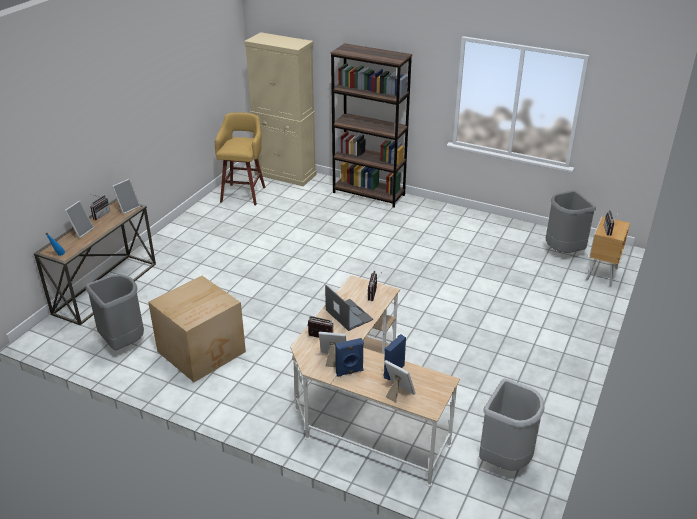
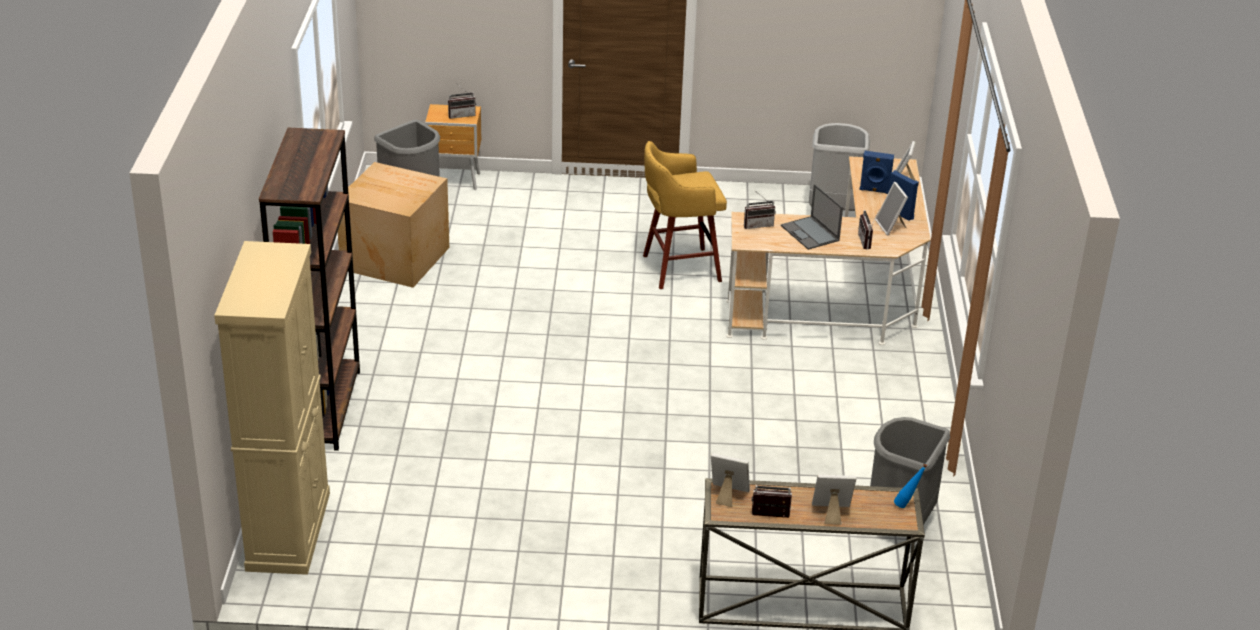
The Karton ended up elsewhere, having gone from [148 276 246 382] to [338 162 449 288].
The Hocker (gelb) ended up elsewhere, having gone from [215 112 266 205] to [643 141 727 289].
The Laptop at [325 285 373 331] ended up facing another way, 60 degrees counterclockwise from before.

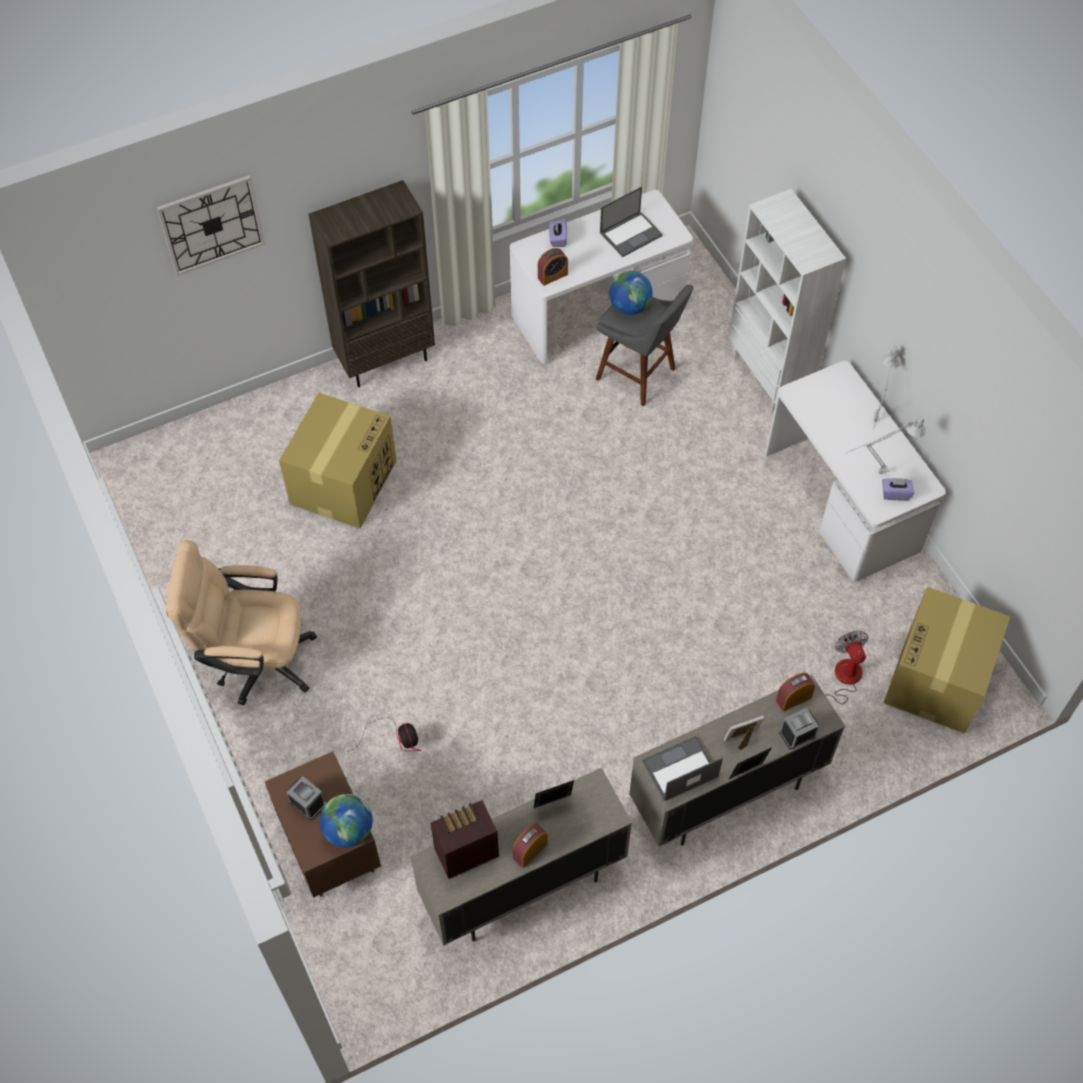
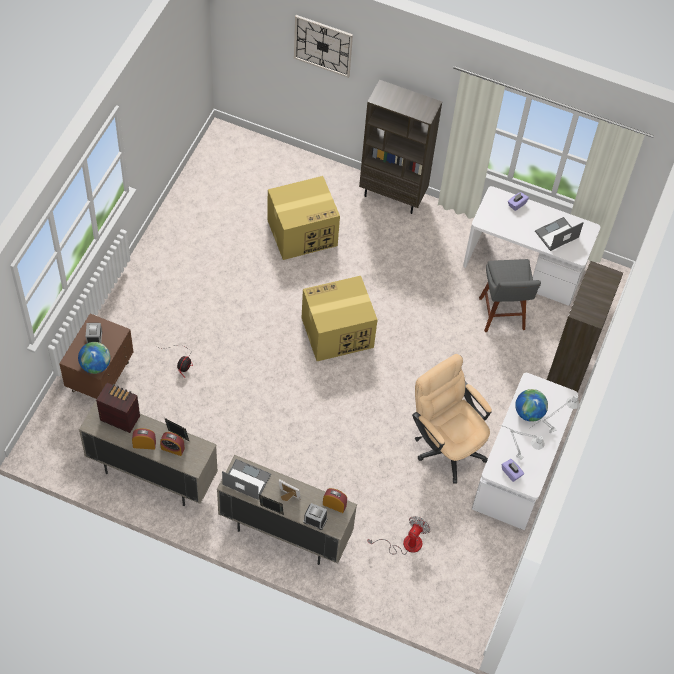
The Wecker ended up elsewhere, having gone from [538 248 568 286] to [160 432 185 456].
The Karton ended up elsewhere, having gone from [884 587 1010 734] to [302 276 378 361].
The Bürostuhl (beige) ended up elsewhere, having gone from [166 540 317 706] to [412 354 492 484].
The Globus ended up elsewhere, having gone from [609 270 653 315] to [515 389 548 422].
The Laptop at [600 187 663 257] ended up facing another way, 135 degrees clockwise from before.
What was the Bücherregal (weiß) at [728 189 846 412] turned into the Bücherregal (braun) at [547 261 623 392].

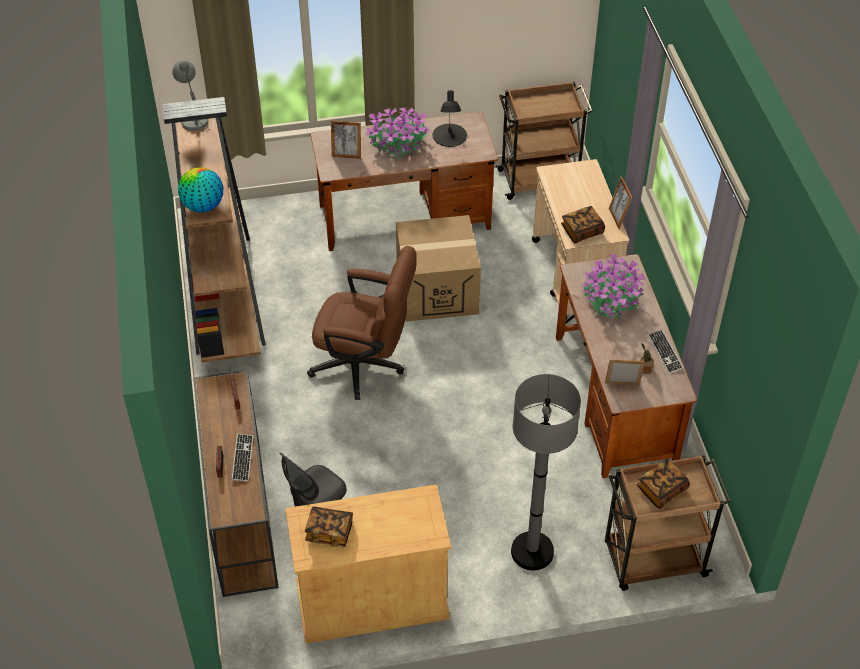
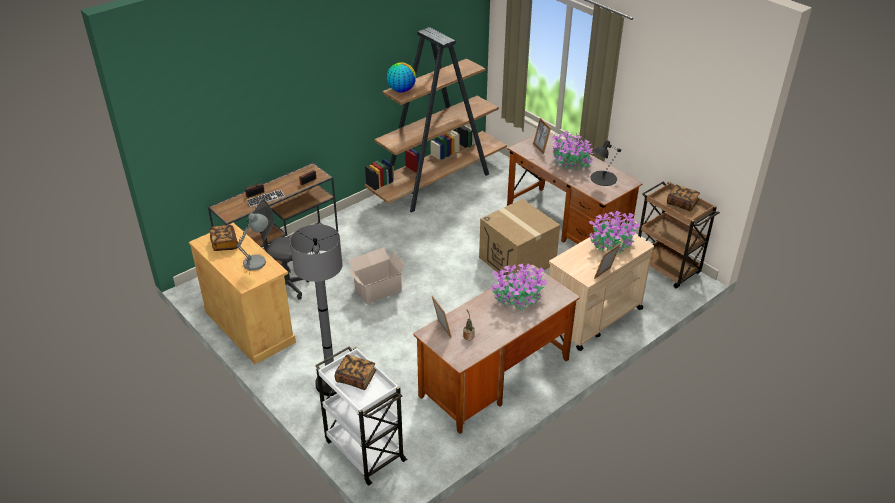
The Tischlampe (grau) ended up elsewhere, having gone from [172 60 212 132] to [236 213 268 276].
What was the Rollwagen (braun) at [605 455 731 591] turned into the Rollwagen (weiß) at [315 346 407 486].
The second view gained the Karton at [347 248 404 304].
The second view gained the Topfpflanze at [589 210 640 254].
The Buch ended up elsewhere, having gone from [561 206 605 244] to [667 185 700 211].
The second view lost the Bürostuhl (braun) at [307 246 417 400].
The second view lost the Tastatur at [648 330 683 374].

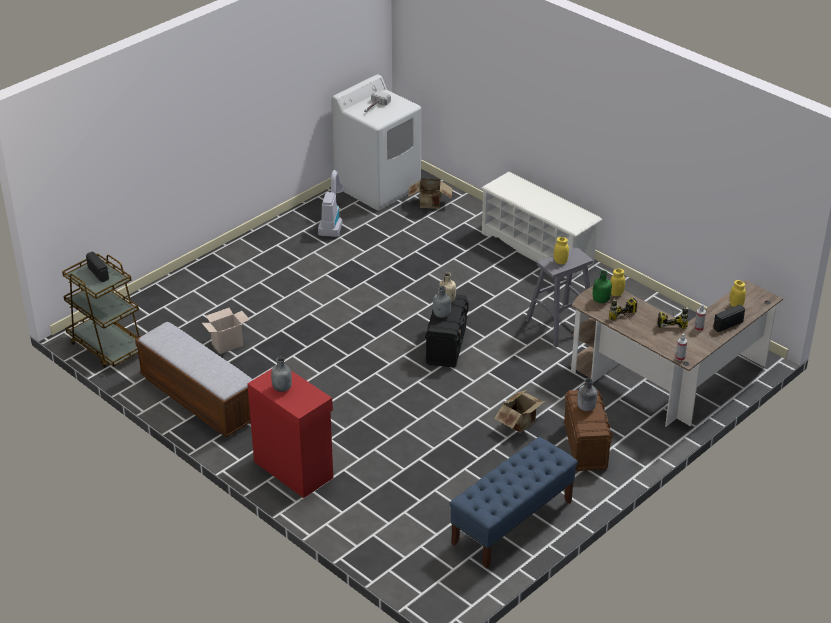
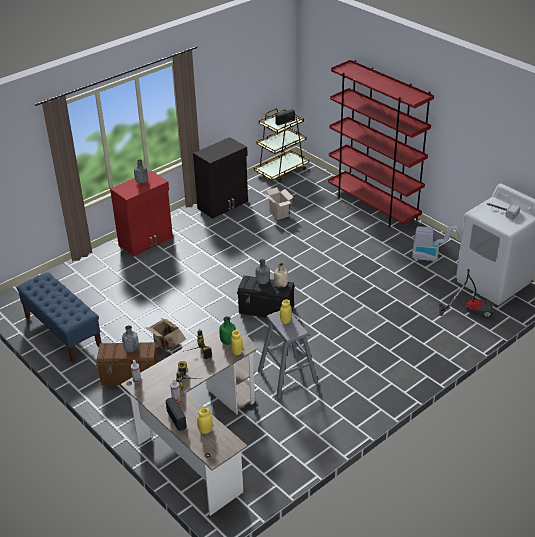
Where the Bank stood at [135 322 253 437], the Schrank (schwarz) came to stand at [193 137 248 219].
The second view gained the Bücherregal (rot) at [328 60 434 227].
Where the Karton stood at [408 178 452 209], the Staubsauger came to stand at [439 269 493 318].
The second view lost the Schuhregal (weiß) at [481 172 602 278].

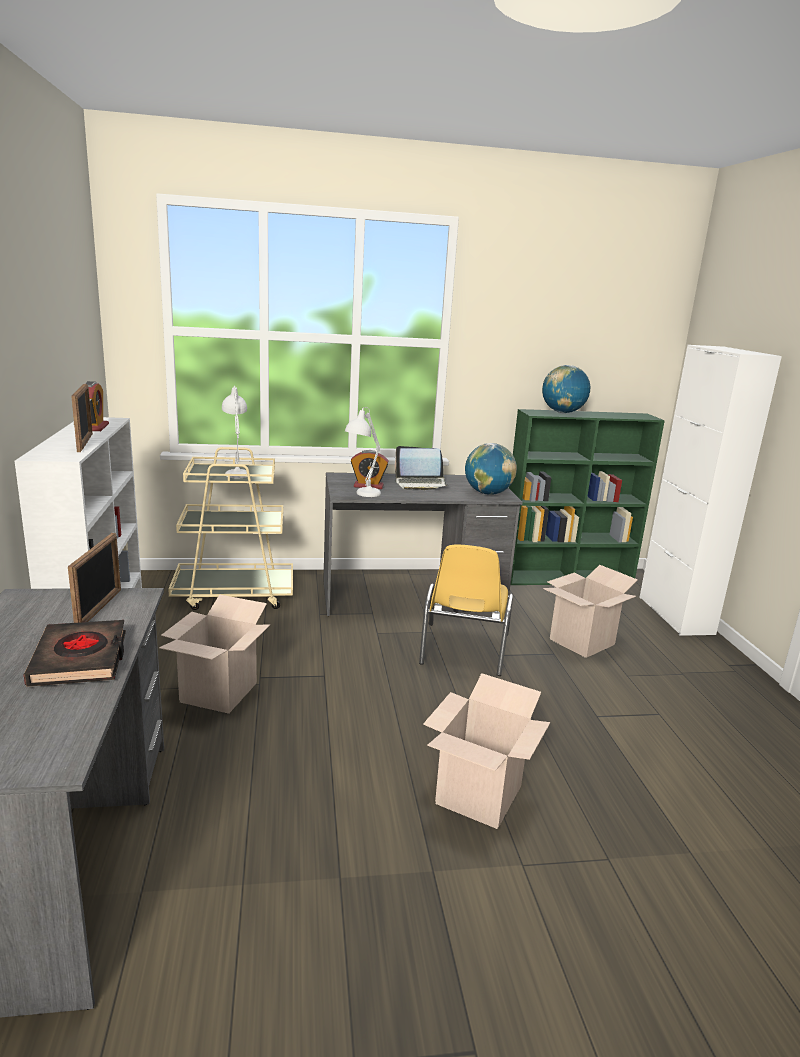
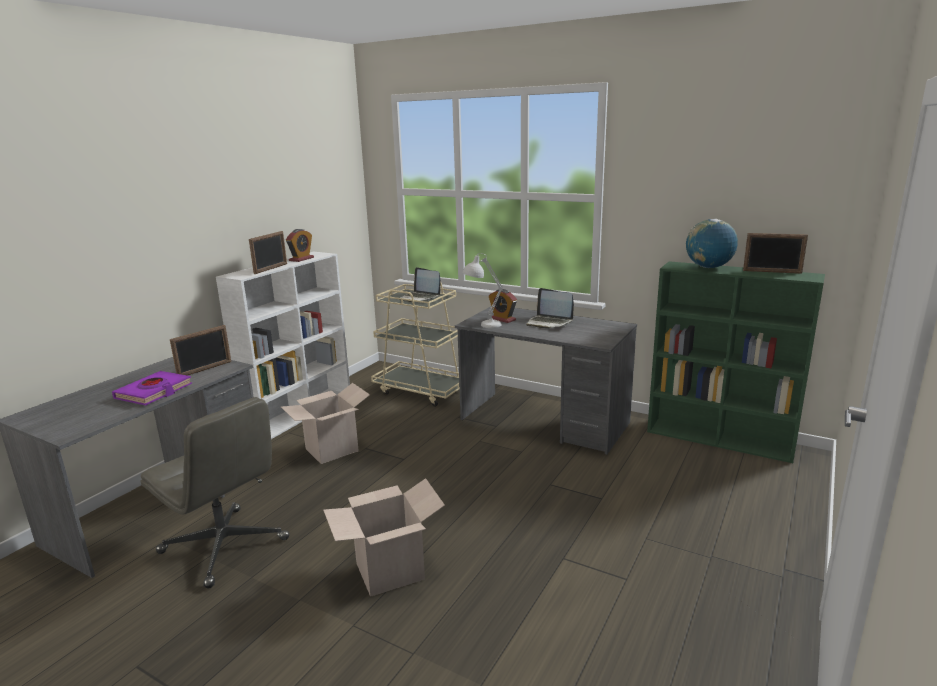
What was the Buch (schwarz) at [24 620 126 687] turned into the Buch (lila) at [112 371 192 405].
The second view gained the Bürostuhl (grau) at [141 397 289 588].
Where the Tischlampe (weiß) stood at [222 385 247 478], the Laptop came to stand at [400 267 441 302].
The second view gained the Bilderrahmen at [743 233 808 274].
The second view lost the Stuhl (gelb) at [419 544 513 676].
The second view lost the Globus at [465 443 517 495].
The second view lost the Karton at [543 565 638 658].
The second view lost the Schrank (weiß) at [639 345 782 636].

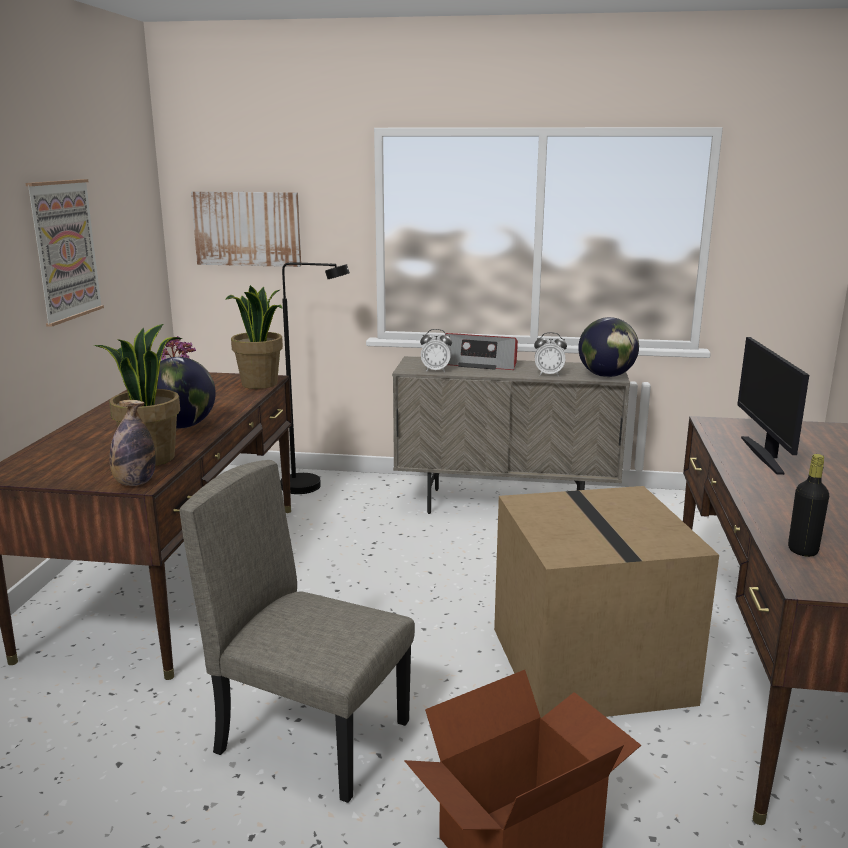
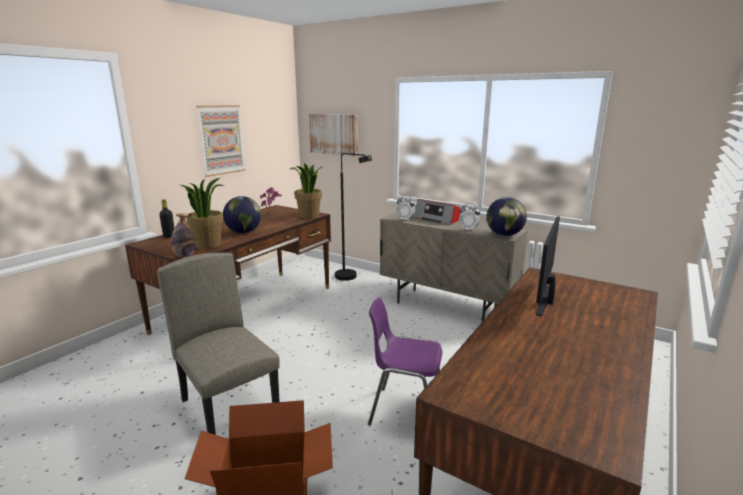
The Flasche (schwarz) ended up elsewhere, having gone from [788 454 829 557] to [159 199 174 238].
Where the Karton stood at [494 486 719 718], the Stuhl (lila) came to stand at [368 297 442 426].

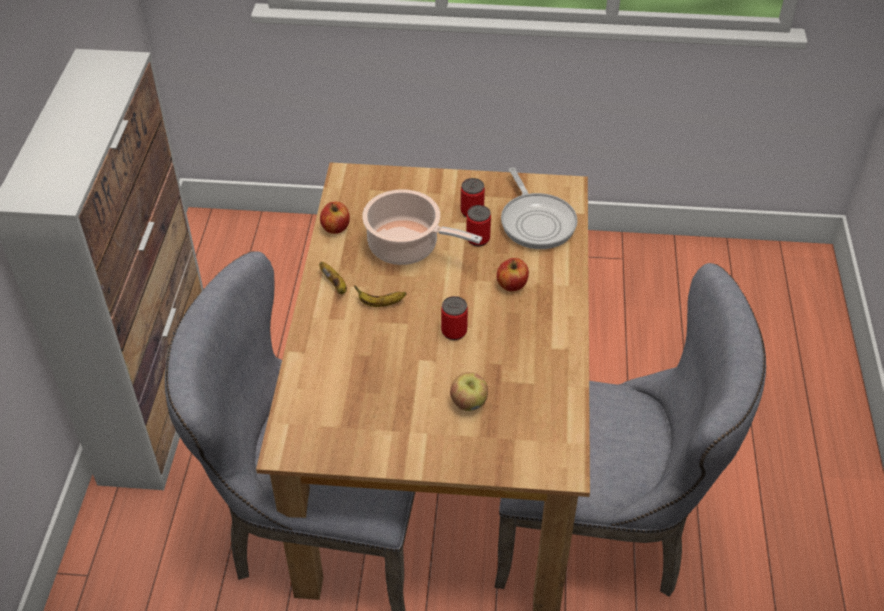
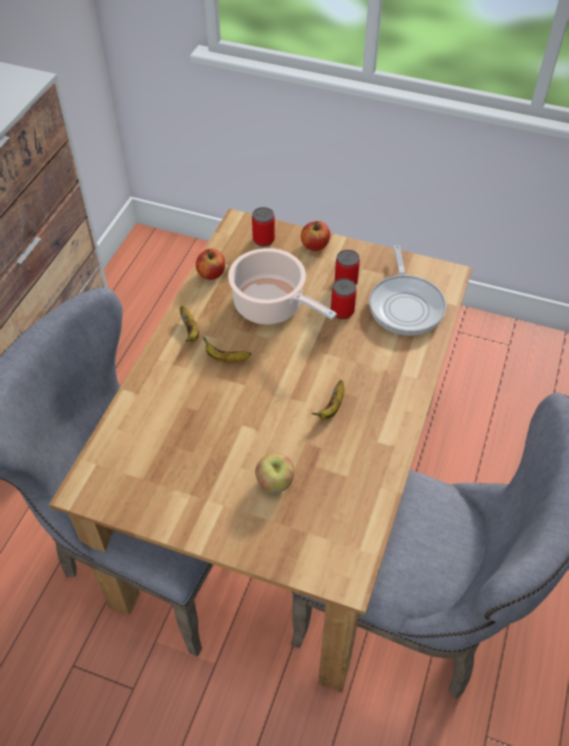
The Dose ended up elsewhere, having gone from [441 296 468 340] to [252 207 275 246].
The Apfel ended up elsewhere, having gone from [497 258 529 291] to [301 221 330 251].
The second view gained the Banane at [312 380 344 420].

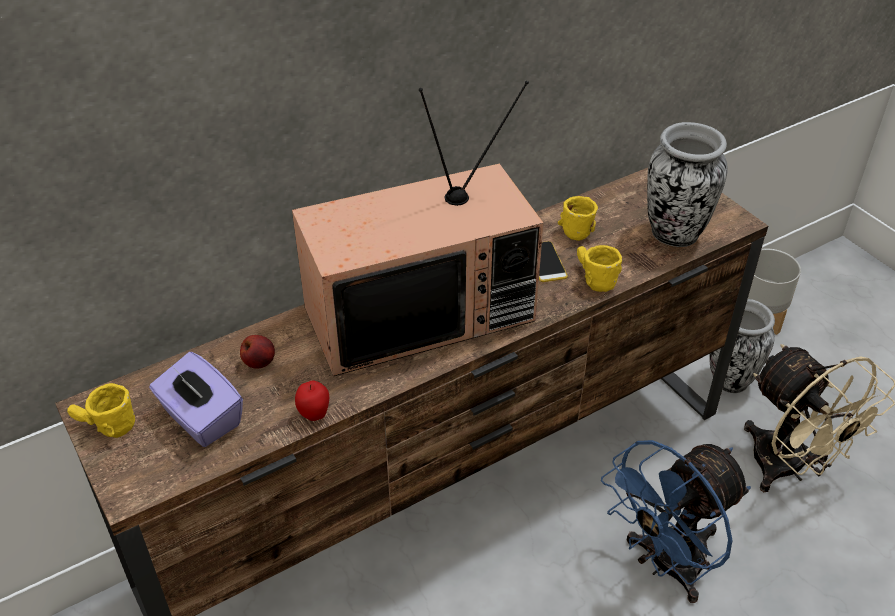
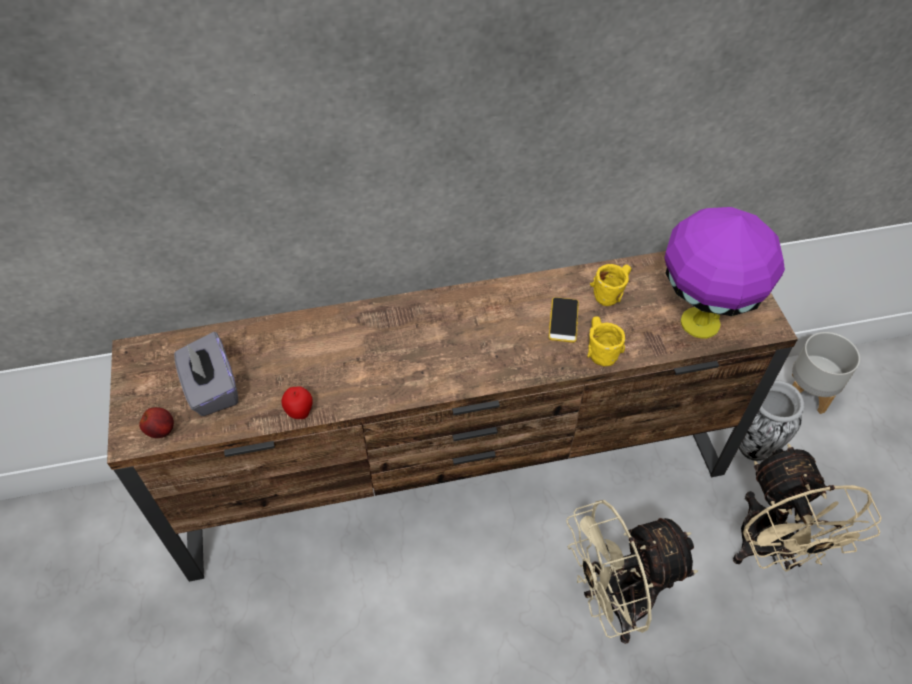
The Apfel ended up elsewhere, having gone from [240 335 275 369] to [139 407 174 438].
What was the Taschentuchbox (lila) at [149 352 243 447] turned into the Taschentuchbox (grau) at [174 332 238 416].
What was the Ventilator (blau) at [601 440 751 603] turned into the Ventilator (beige) at [566 500 698 644].
Where the Vase stood at [647 122 728 247], the Tischlampe (lila) came to stand at [664 207 785 339].
The second view lost the Henkelbecher (gelb) at [67 383 135 438].
The second view lost the Fernseher at [292 81 544 376].

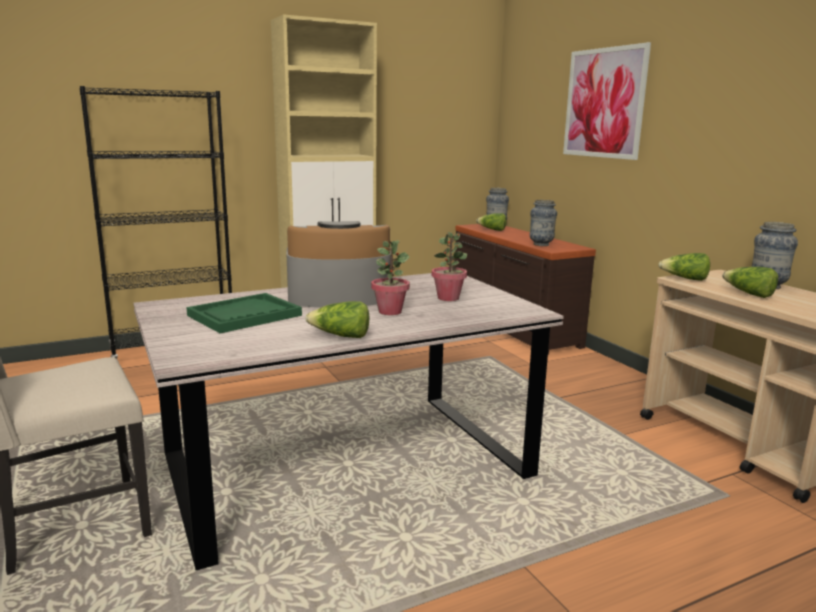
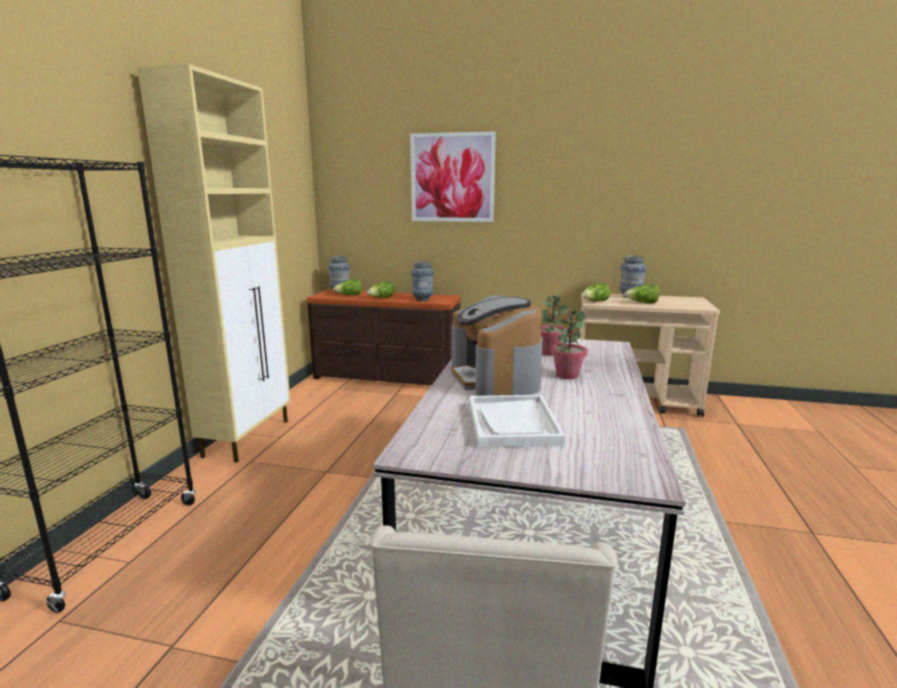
The Salatkopf ended up elsewhere, having gone from [306 301 369 338] to [367 281 394 298].
The Kaffeemaschine at [286 221 391 308] ended up facing another way, 45 degrees counterclockwise from before.
What was the Tablett (grün) at [187 293 302 333] turned into the Tablett (weiß) at [470 395 565 448].

